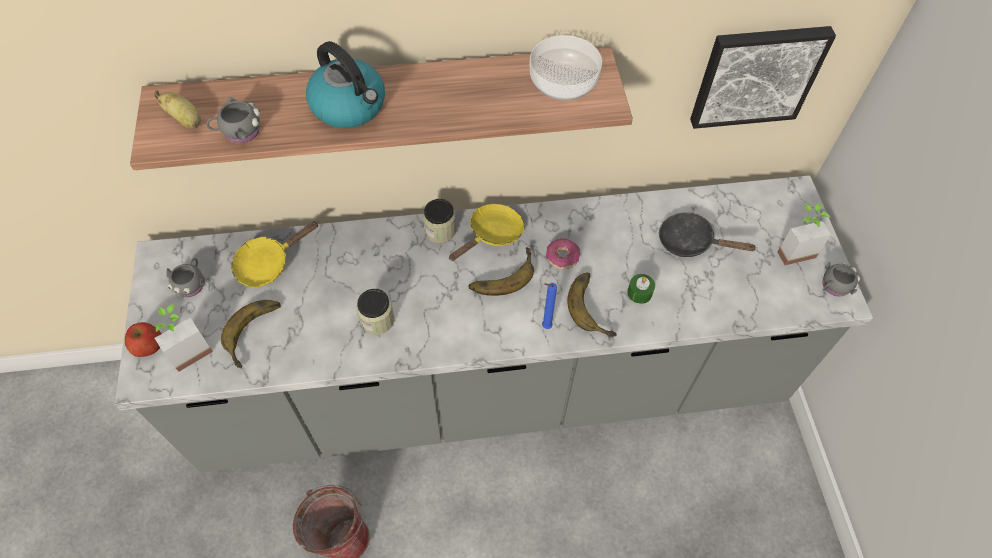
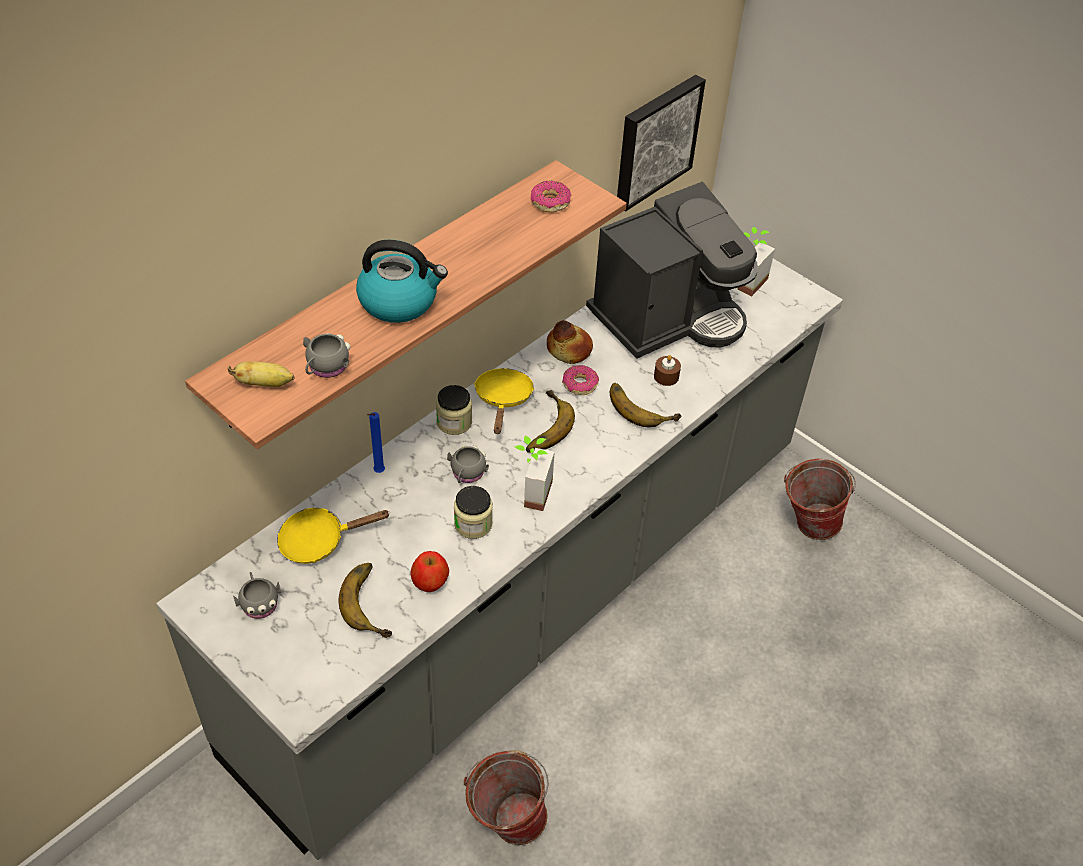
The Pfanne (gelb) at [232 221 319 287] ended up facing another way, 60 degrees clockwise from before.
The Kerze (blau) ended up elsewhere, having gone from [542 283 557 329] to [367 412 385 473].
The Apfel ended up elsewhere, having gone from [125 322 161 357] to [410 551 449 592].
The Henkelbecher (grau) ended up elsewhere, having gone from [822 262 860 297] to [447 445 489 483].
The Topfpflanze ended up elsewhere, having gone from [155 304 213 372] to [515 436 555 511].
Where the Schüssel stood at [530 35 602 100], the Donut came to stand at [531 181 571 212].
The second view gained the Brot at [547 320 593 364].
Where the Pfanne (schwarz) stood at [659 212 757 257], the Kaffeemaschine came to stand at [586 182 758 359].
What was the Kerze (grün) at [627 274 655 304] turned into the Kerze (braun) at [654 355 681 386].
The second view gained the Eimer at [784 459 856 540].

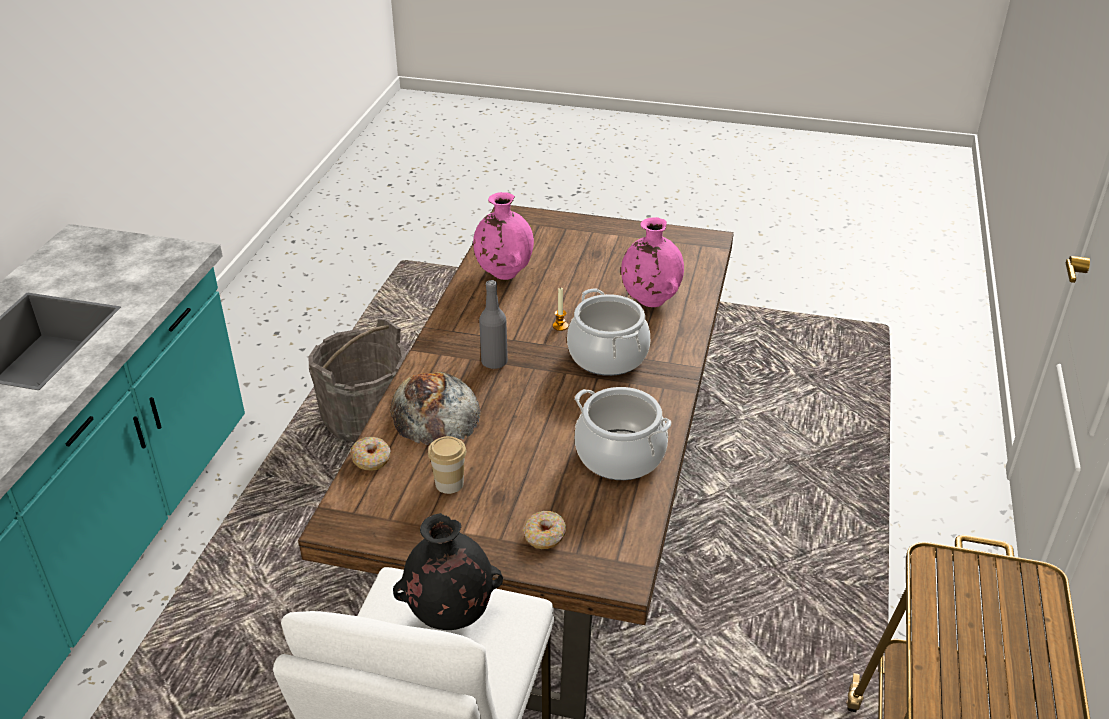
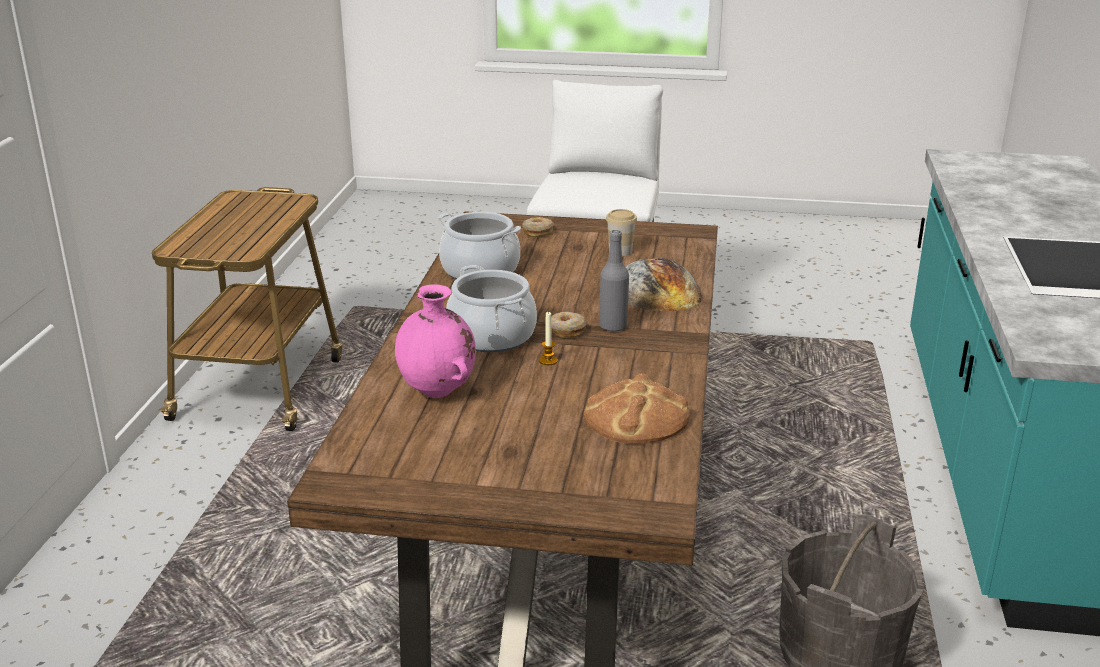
The Donut ended up elsewhere, having gone from [350 437 391 471] to [551 312 587 338].
Where the Vase (rosa) stood at [473 192 534 280], the Brot came to stand at [584 373 690 444].
The second view lost the Vase (schwarz) at [393 513 503 630].

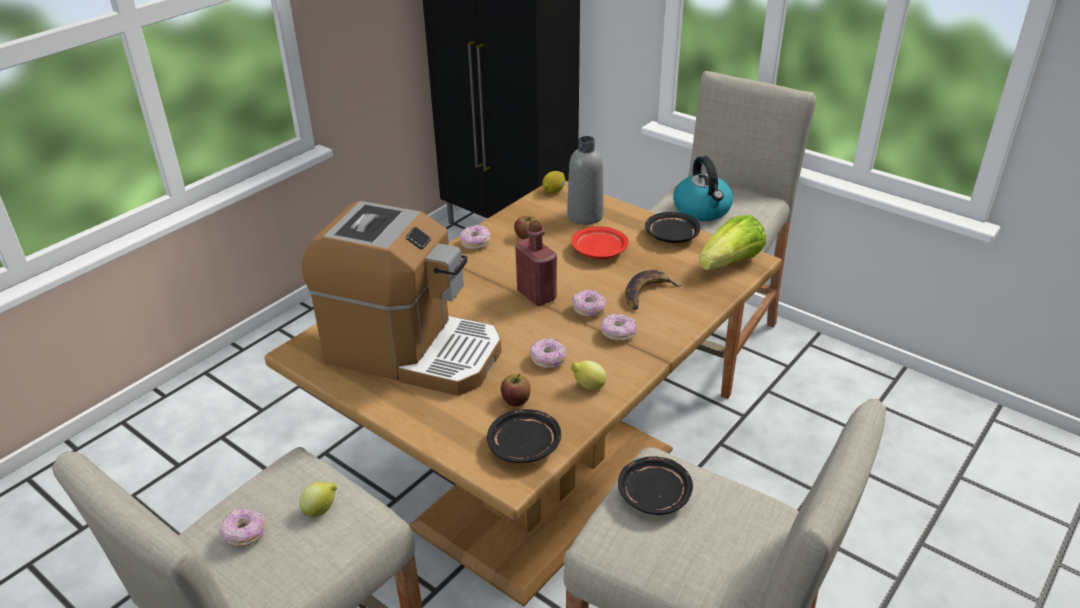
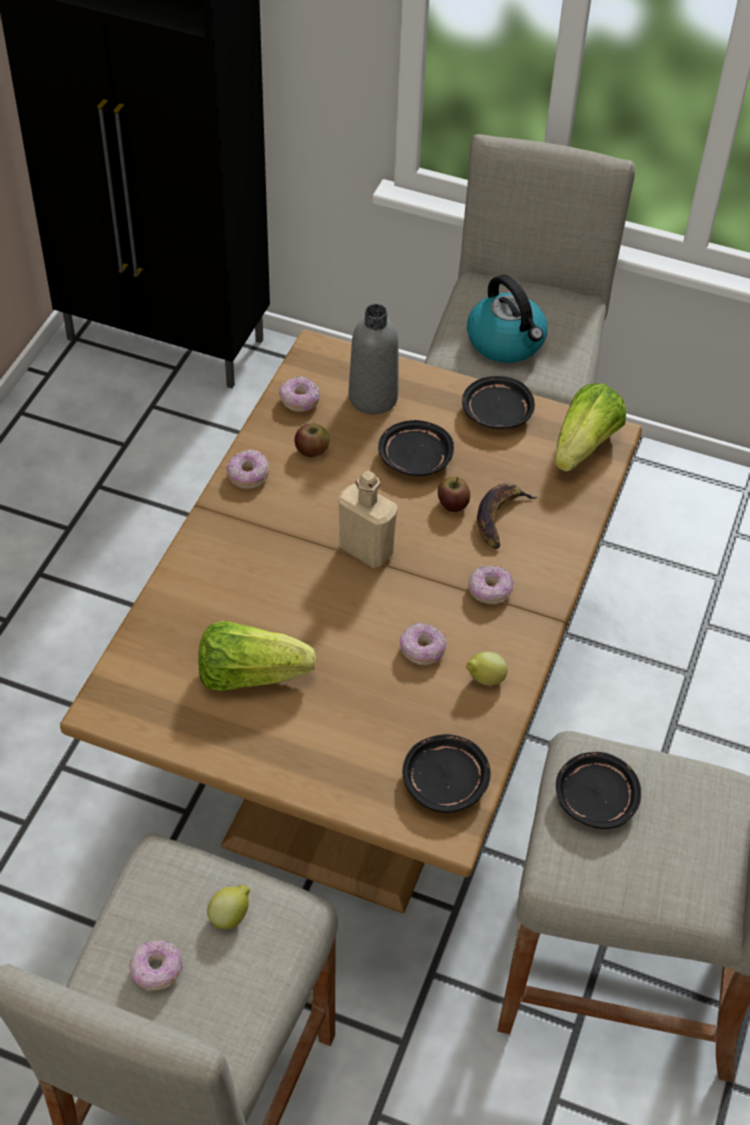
Where the Kaffeemaschine stood at [302 201 502 396], the Salatkopf came to stand at [198 621 316 691].
The Donut ended up elsewhere, having gone from [572 289 606 317] to [279 376 320 412].
What was the Flasche (rot) at [515 220 557 306] turned into the Flasche (beige) at [338 471 397 568].
What was the Teller (rot) at [571 226 629 259] turned into the Teller (schwarz) at [378 420 454 476].
The Apfel ended up elsewhere, having gone from [501 374 530 407] to [438 477 470 512].
The second view lost the Zitrone at [543 171 565 193].

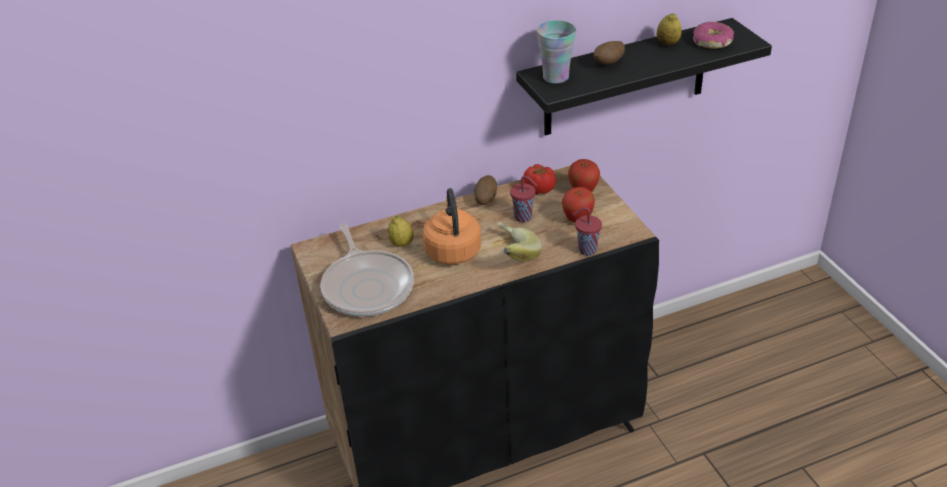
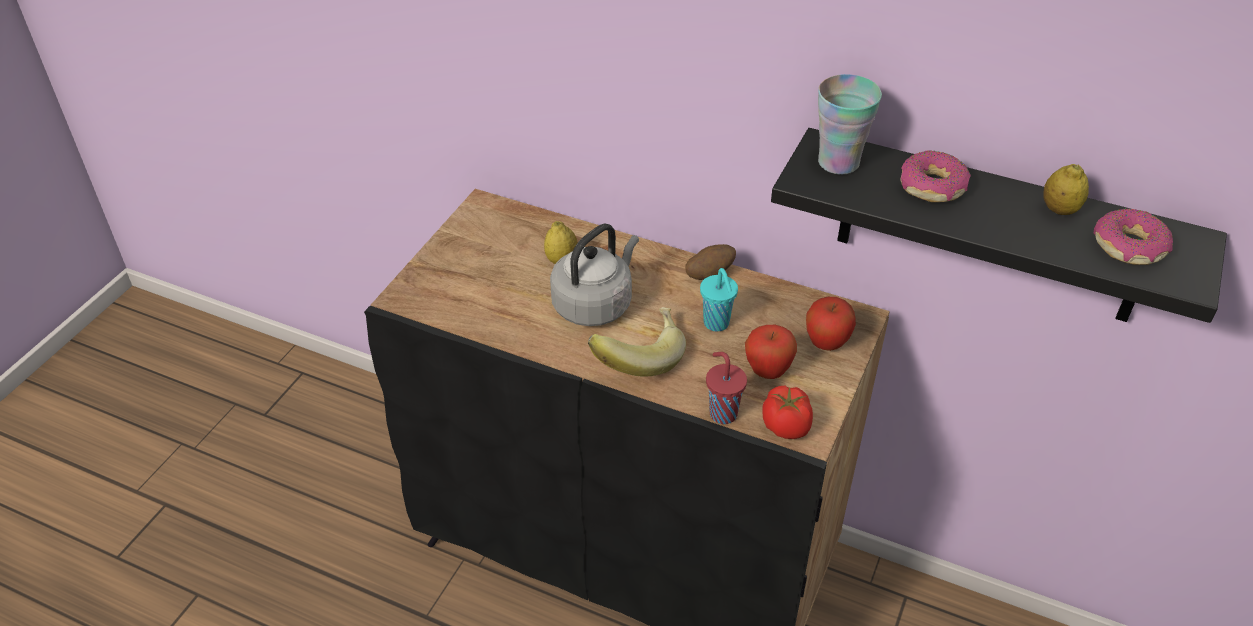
What was the Wasserkessel (orange) at [423 188 481 264] turned into the Wasserkessel (grau) at [550 224 639 326].
What was the Tasse (rot) at [510 176 537 222] turned into the Tasse (türkis) at [700 268 738 332].
The Tomate ended up elsewhere, having gone from [523 164 556 194] to [762 385 813 439].
Where the Kartoffel stood at [594 41 625 65], the Donut came to stand at [900 150 971 202].
The second view lost the Pfanne at [320 224 414 317].

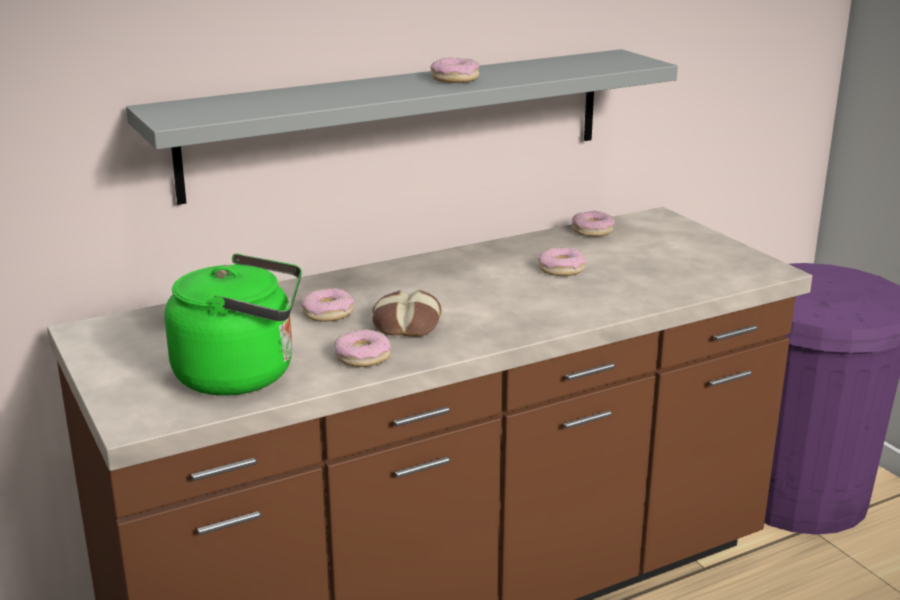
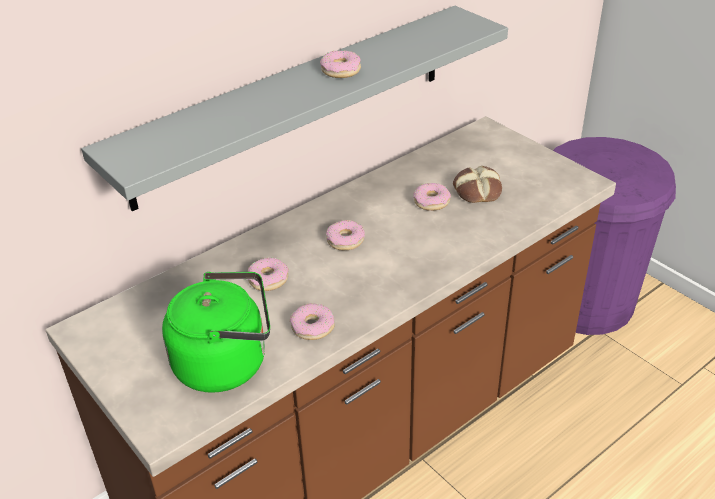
The Donut ended up elsewhere, having gone from [571 211 615 237] to [326 220 365 250].
The Brot ended up elsewhere, having gone from [372 290 441 337] to [453 166 502 203].

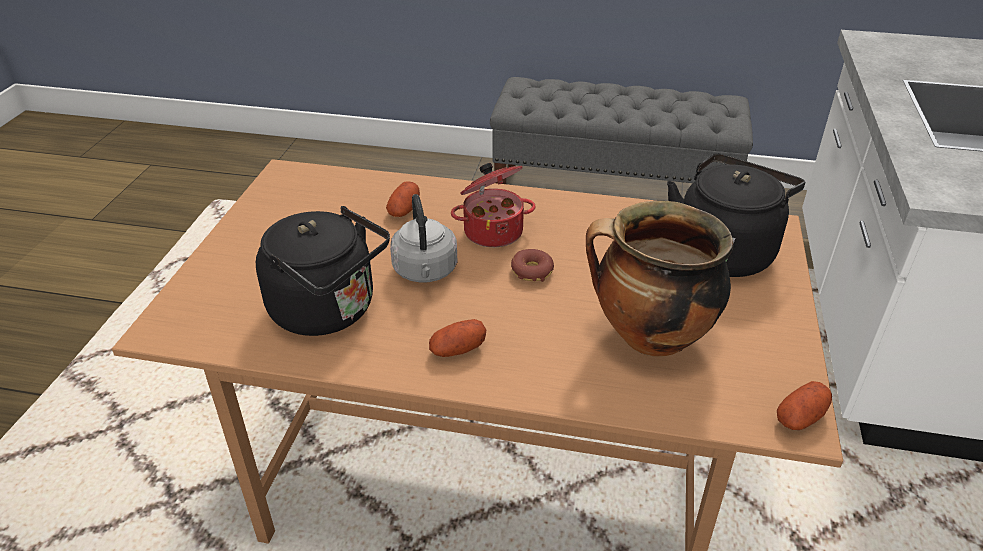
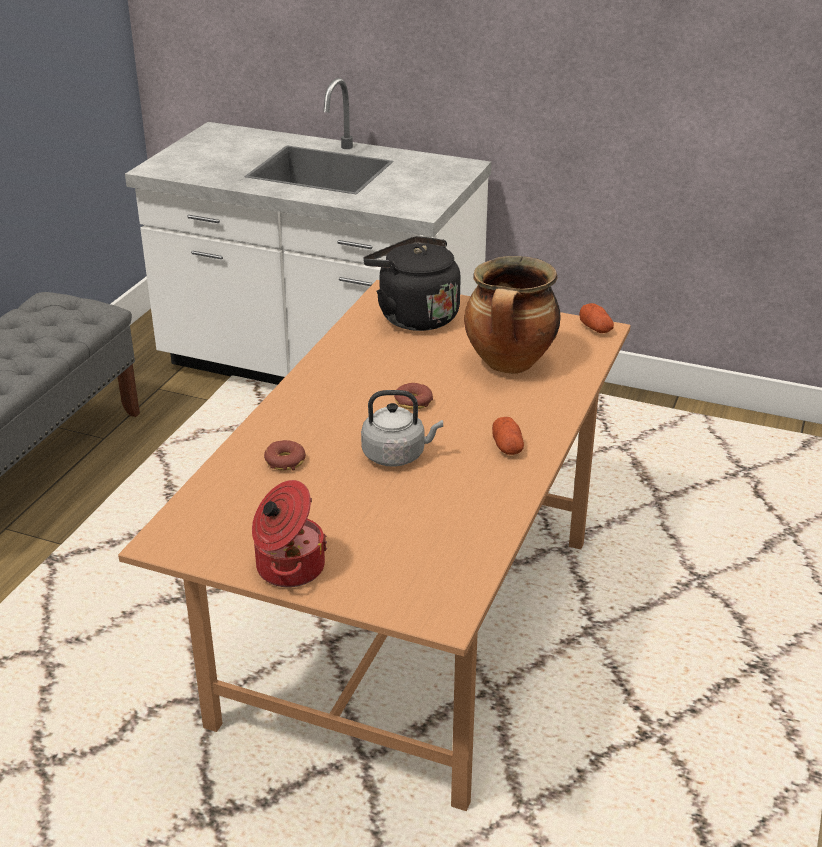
The Kochtopf ended up elsewhere, having gone from [451 163 536 247] to [252 480 327 587].
Where the Kartoffel stood at [386 181 420 217], the Donut came to stand at [264 440 306 471].
The second view lost the Wasserkessel (schwarz) at [256 206 390 336].

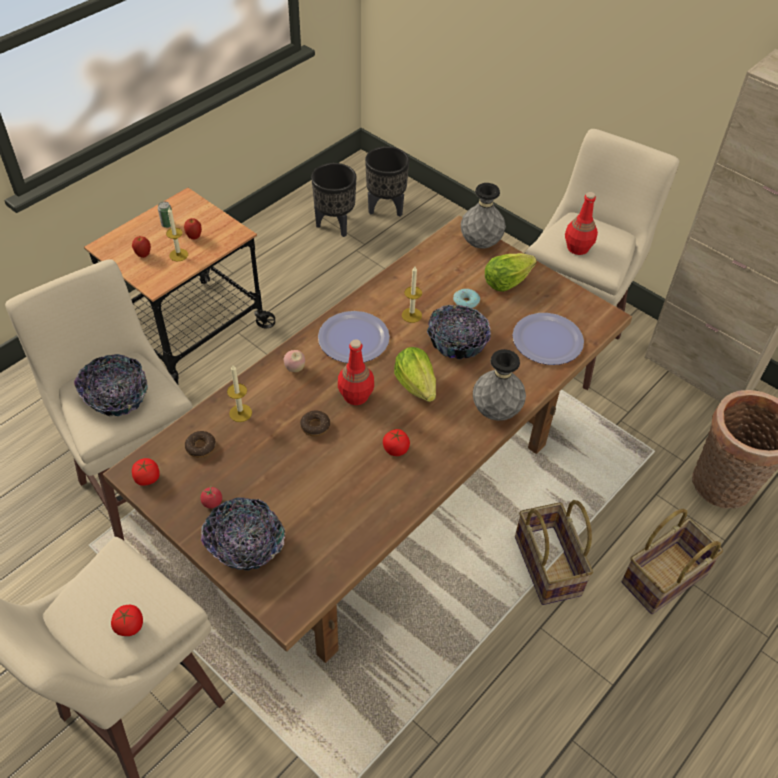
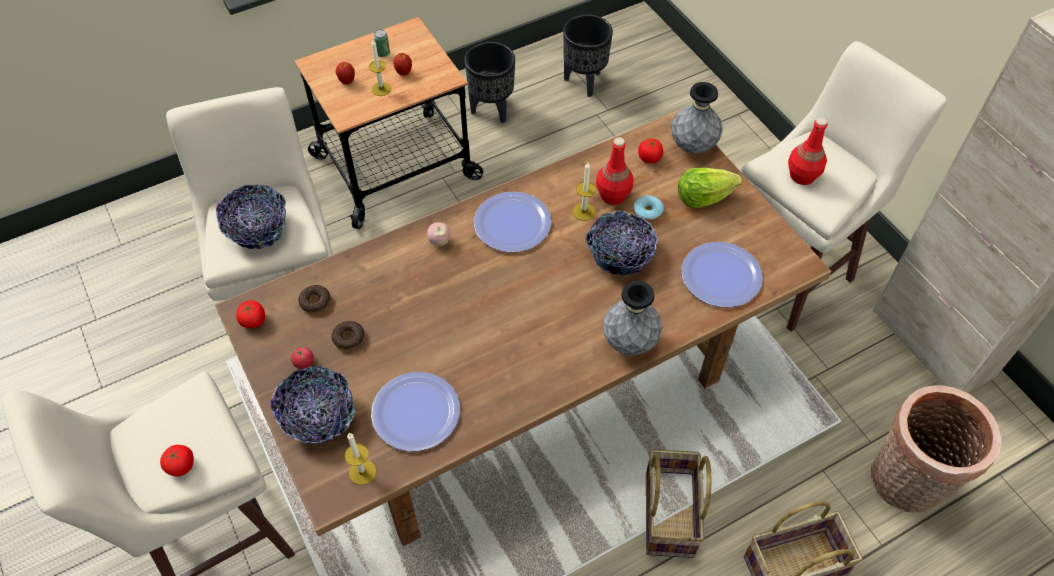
The Donut ended up elsewhere, having gone from [300 410 330 437] to [332 321 365 351].
The Kerze ended up elsewhere, having gone from [227 365 252 422] to [345 433 376 485].
The second view gained the Teller at [371 372 460 451].
The Pflanzkübel (schwarz) ended up elsewhere, having gone from [365 146 409 216] to [464 42 515 124].
The Flasche (rot) ended up elsewhere, having gone from [338 339 374 405] to [596 137 633 205].
The Tomate ended up elsewhere, having gone from [383 429 410 456] to [638 139 663 164].
The second view lost the Salatkopf at [394 347 436 402].

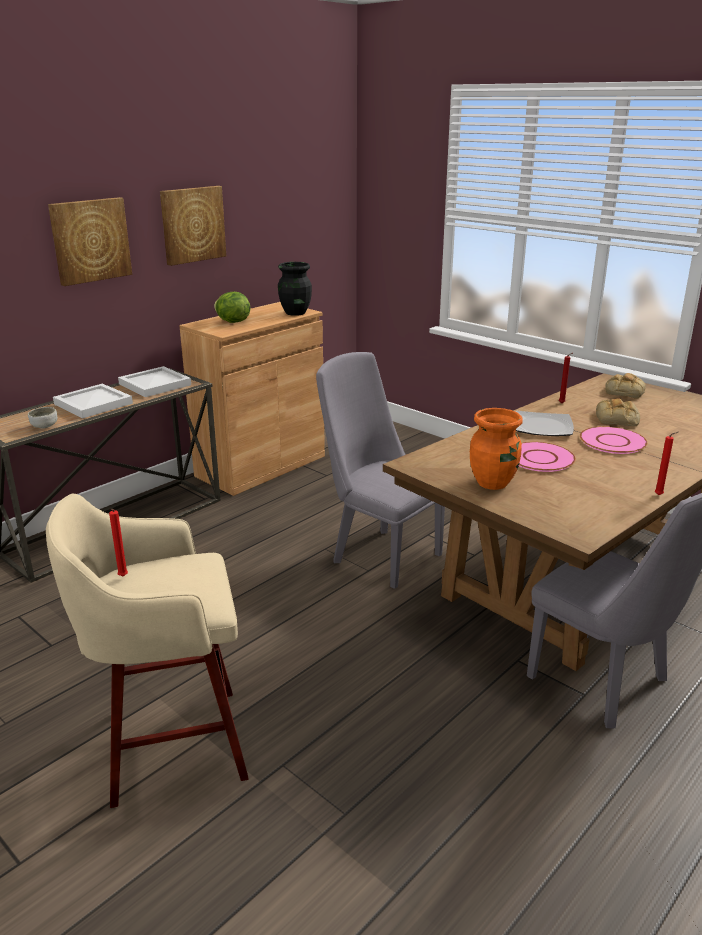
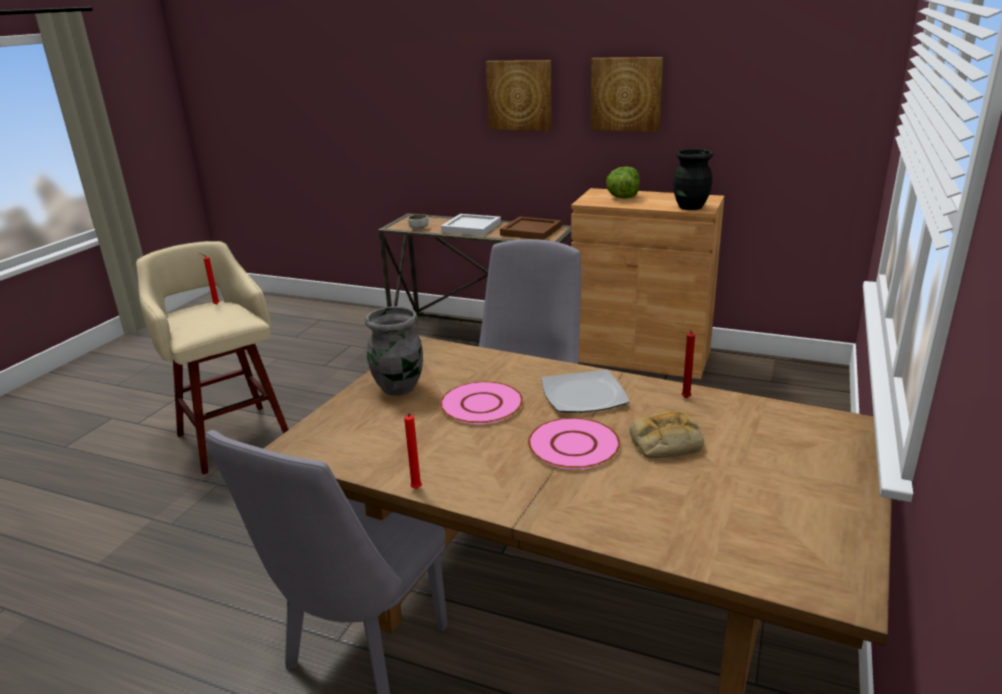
What was the Vase (orange) at [470 408 522 490] turned into the Vase (grau) at [365 306 423 396].
What was the Tablett (weiß) at [118 366 191 397] turned into the Tablett (braun) at [500 217 561 240].
The second view lost the Brot at [605 373 646 399].

